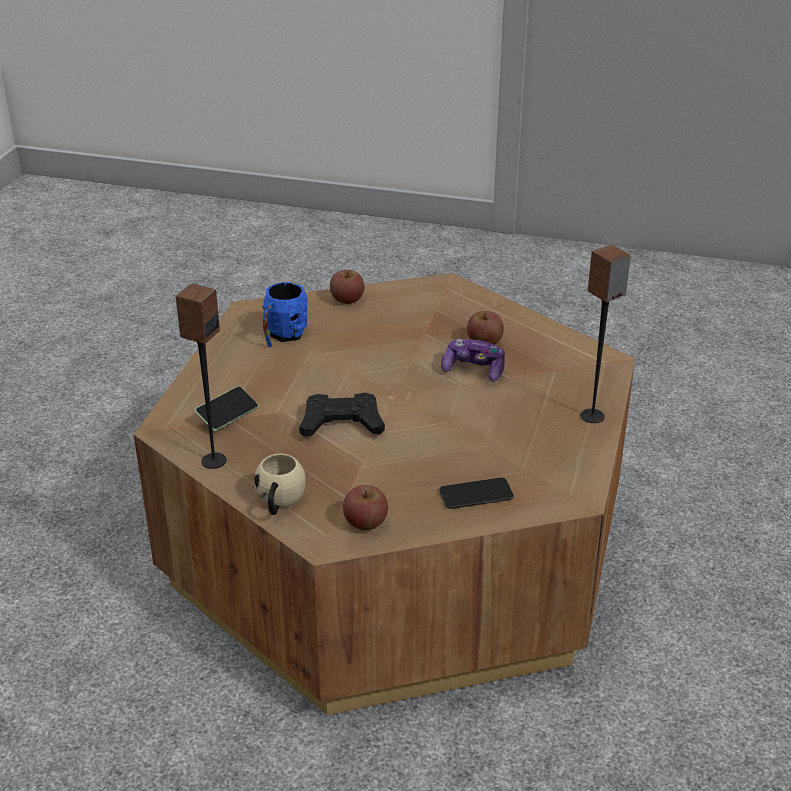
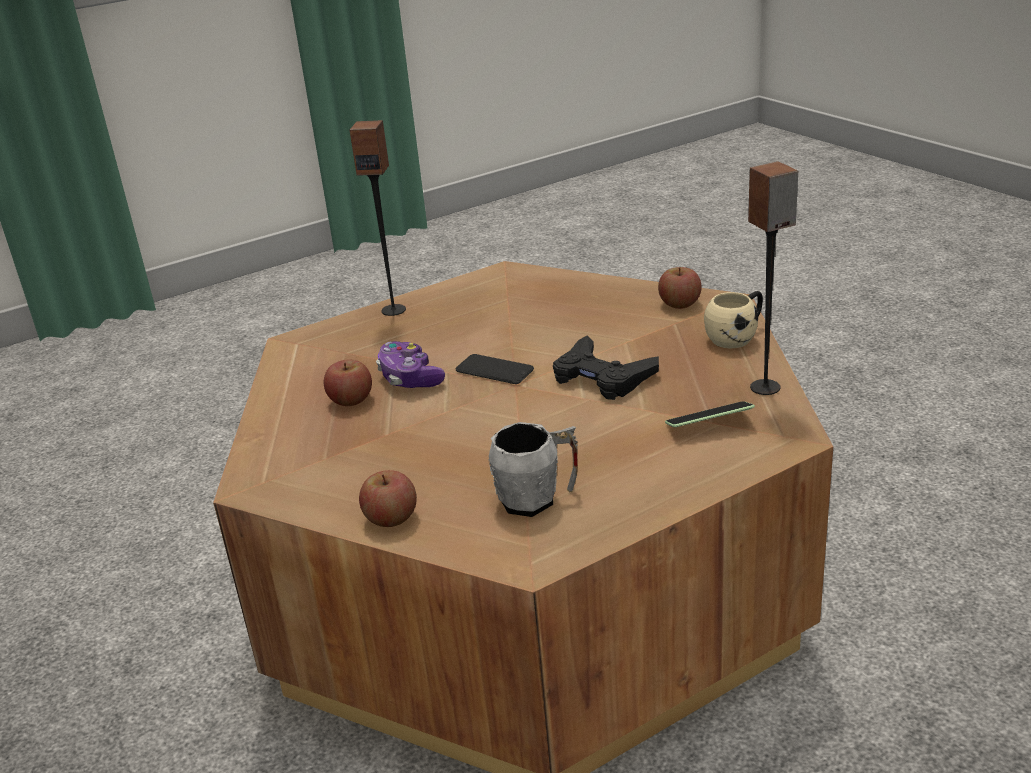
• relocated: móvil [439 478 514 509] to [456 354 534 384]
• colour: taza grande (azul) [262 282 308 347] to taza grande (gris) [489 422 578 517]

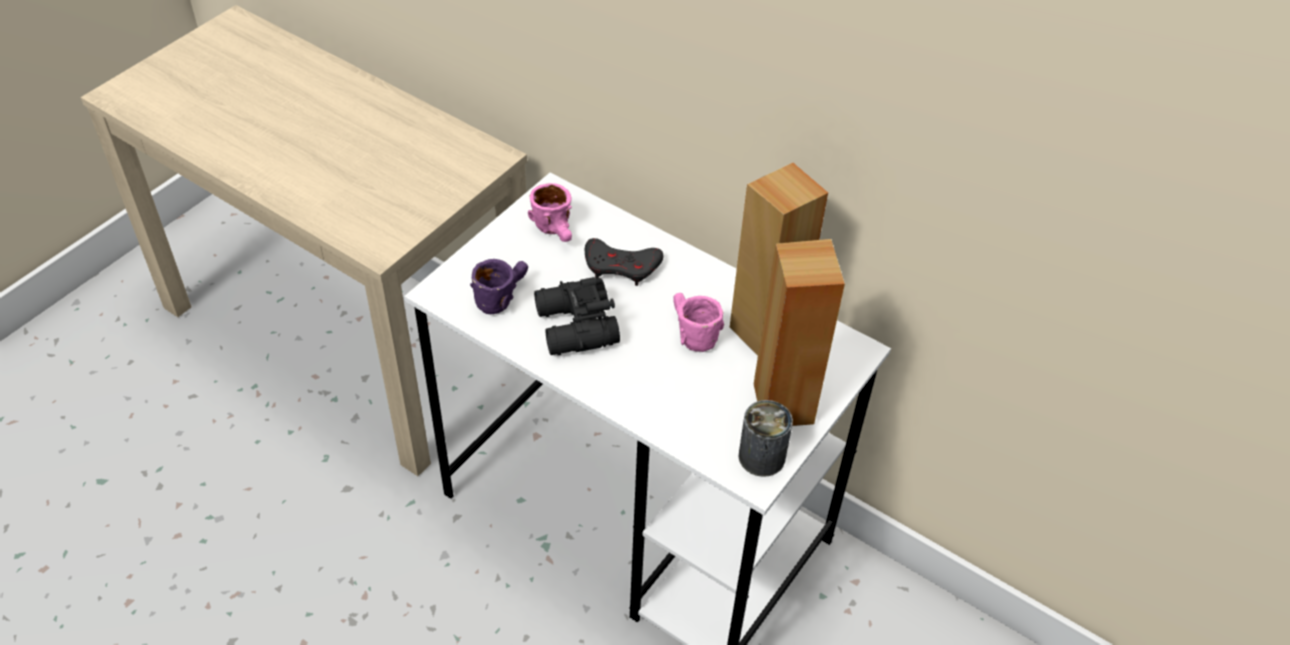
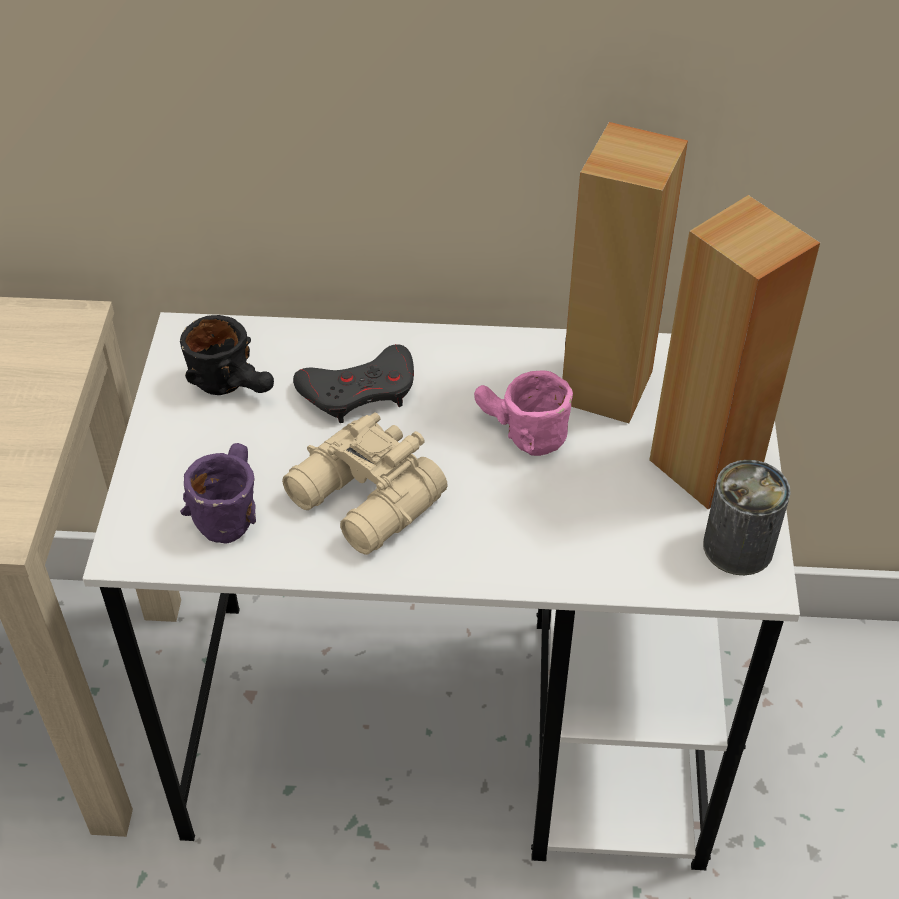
• colour: taza grande (rosa) [528 183 572 242] to taza grande (negro) [180 315 274 395]
• colour: prismáticos (negro) [534 277 620 355] to prismáticos (beis) [282 412 448 555]

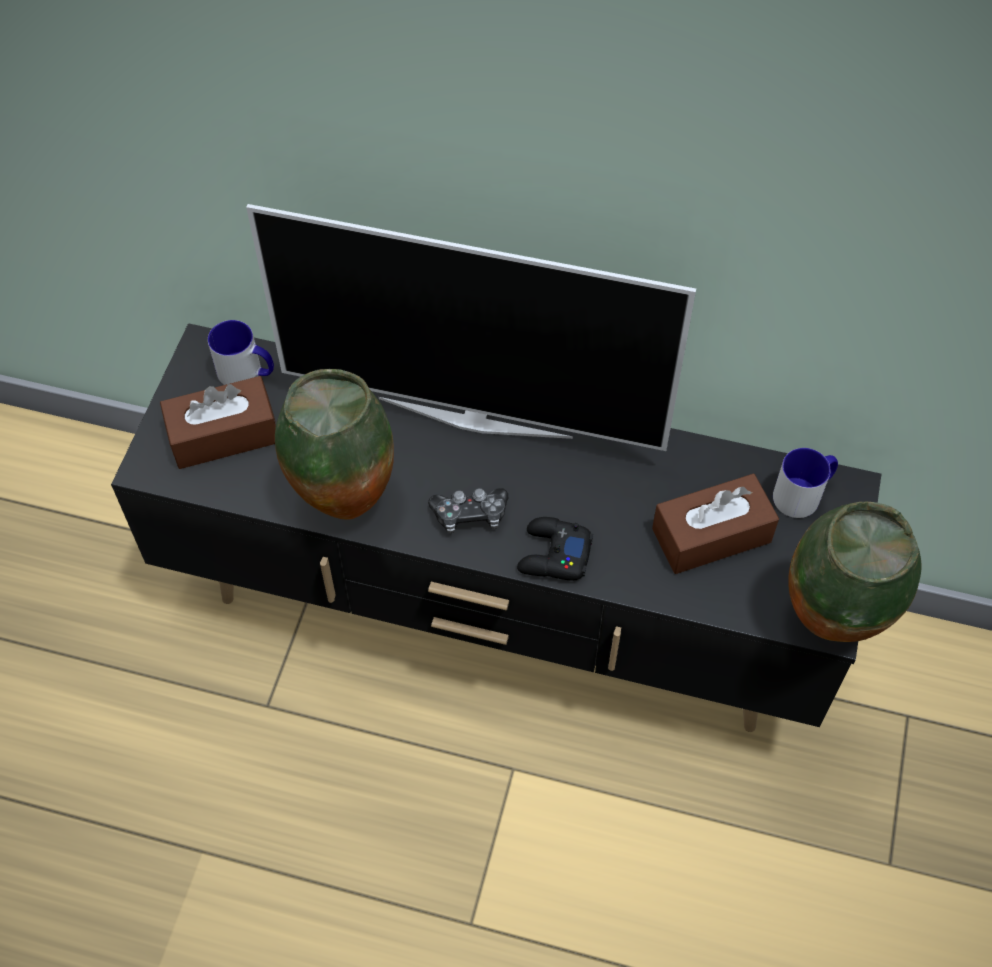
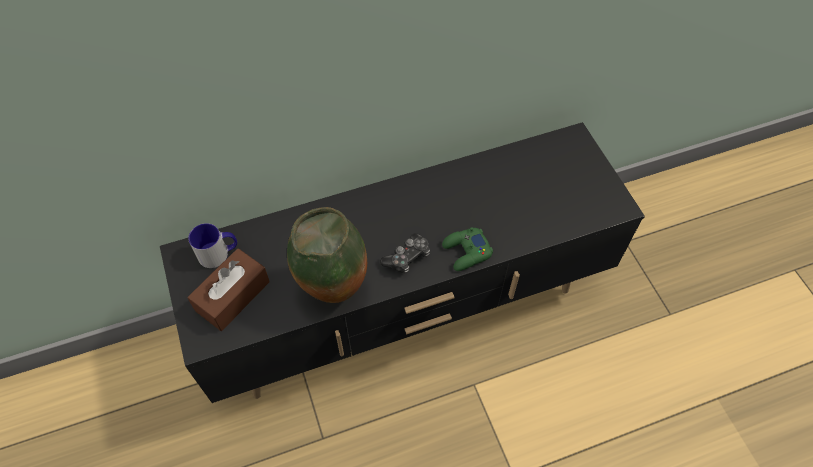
• colour: mando de consola (negro) [517 517 593 581] to mando de consola (verde) [442 227 493 271]
• missing: televisor [246 204 696 451]
• missing: caja de pañuelos (marrón) [652 474 779 574]
• missing: taza grande [773 448 838 518]
• missing: florero [788 502 921 642]

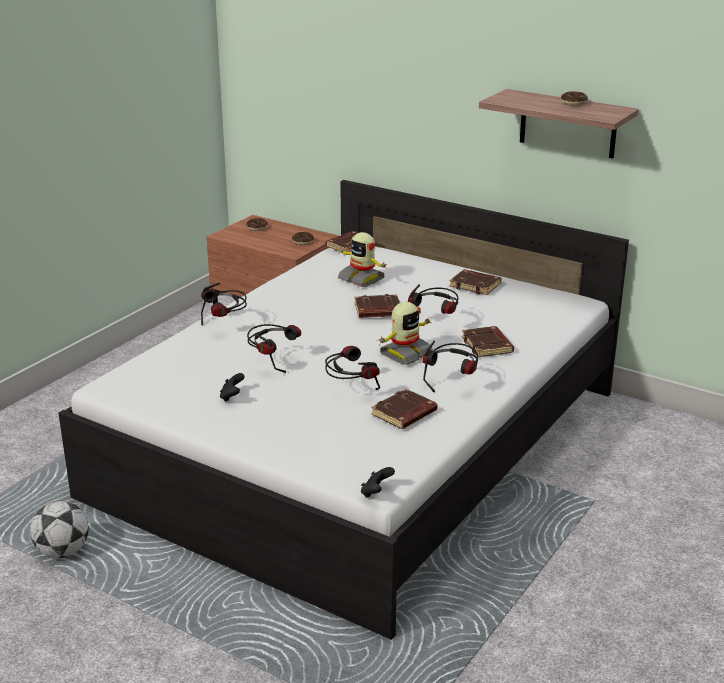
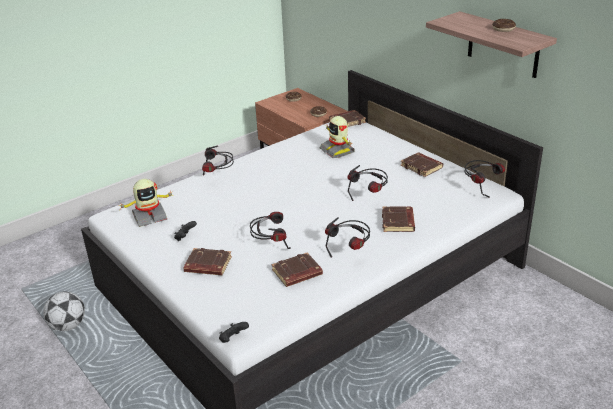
• relocated: robot de juguete [379 302 433 365] to [119 179 174 227]
• relocated: libro (marrón) [354 294 400 318] to [183 248 232 275]
• relocated: auriculares [247 324 301 373] to [465 160 505 198]

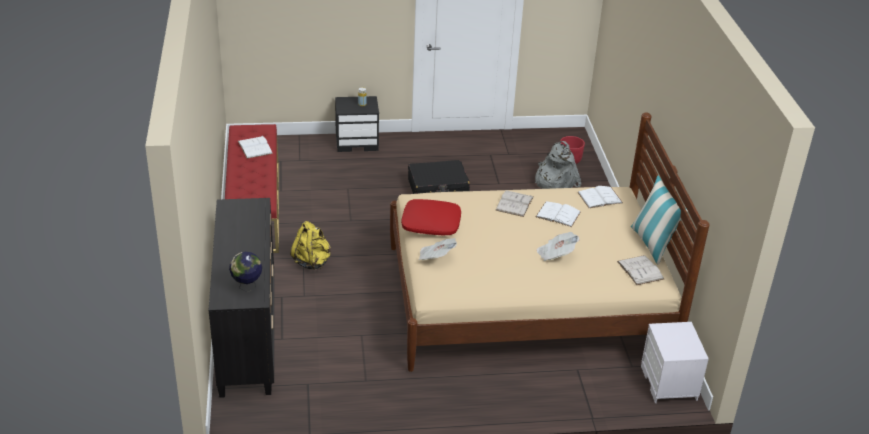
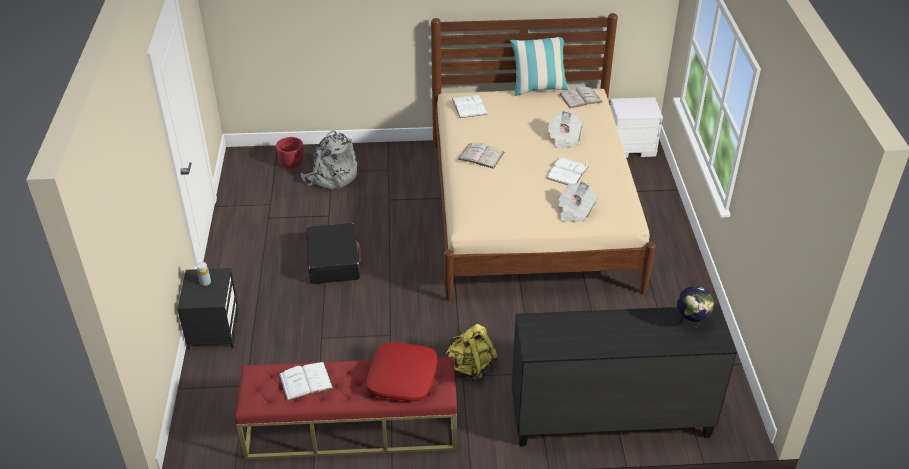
• relocated: cojín (rojo) [401 199 461 235] to [367 342 438 401]
• relocated: libro (blanco) [536 201 581 227] to [546 157 589 185]

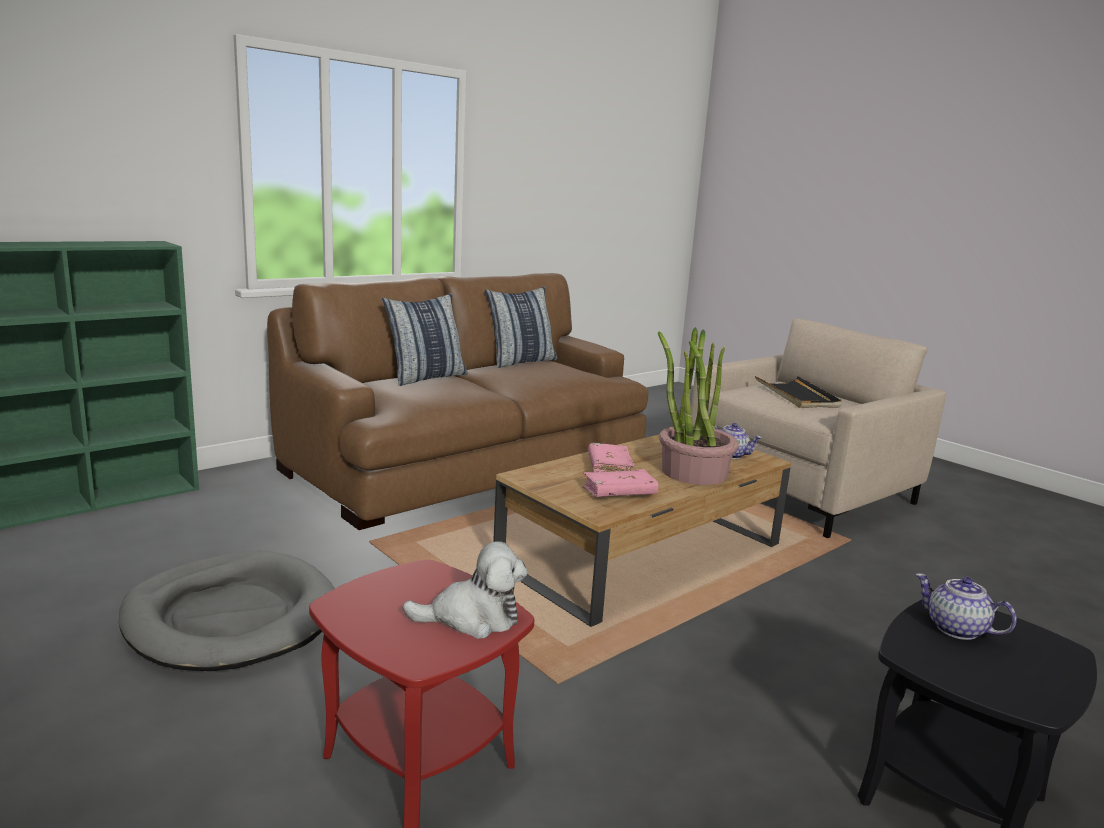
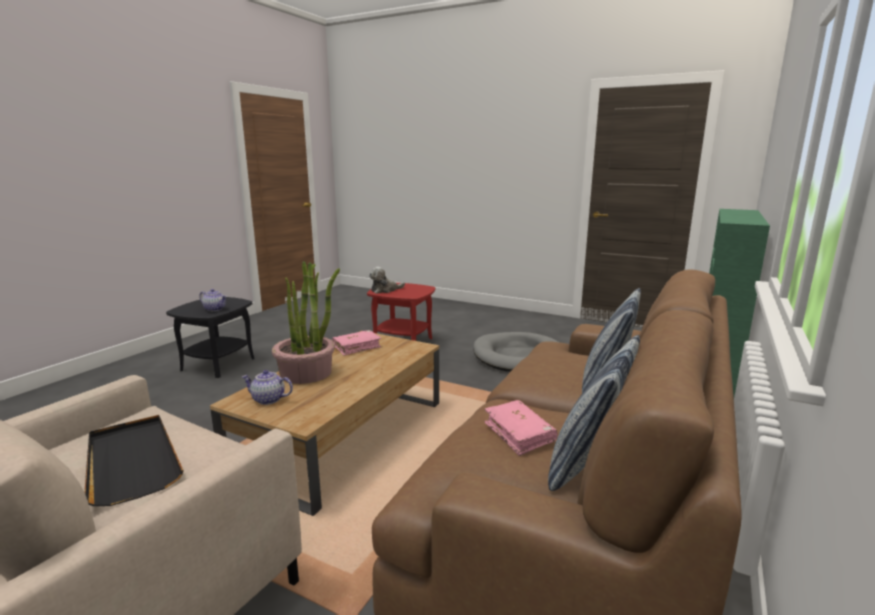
• relocated: libro (rosa) [588 443 635 472] to [485 400 558 456]

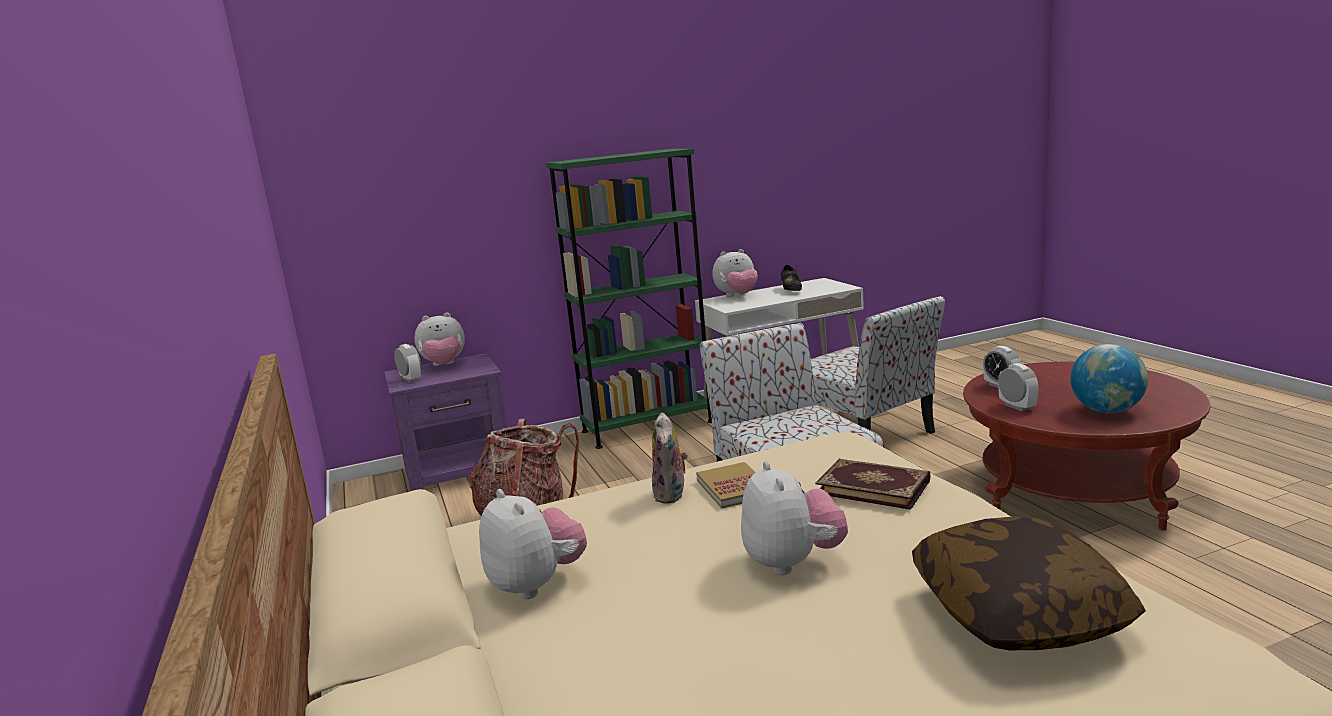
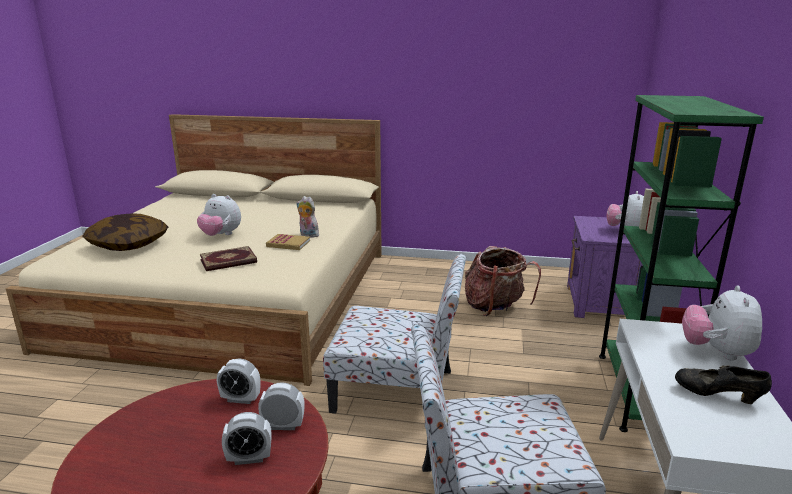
• relocated: despertador [394 344 421 383] to [222 412 271 465]
• missing: peluche [479 489 587 599]
• missing: globo terráqueo [1070 344 1148 413]

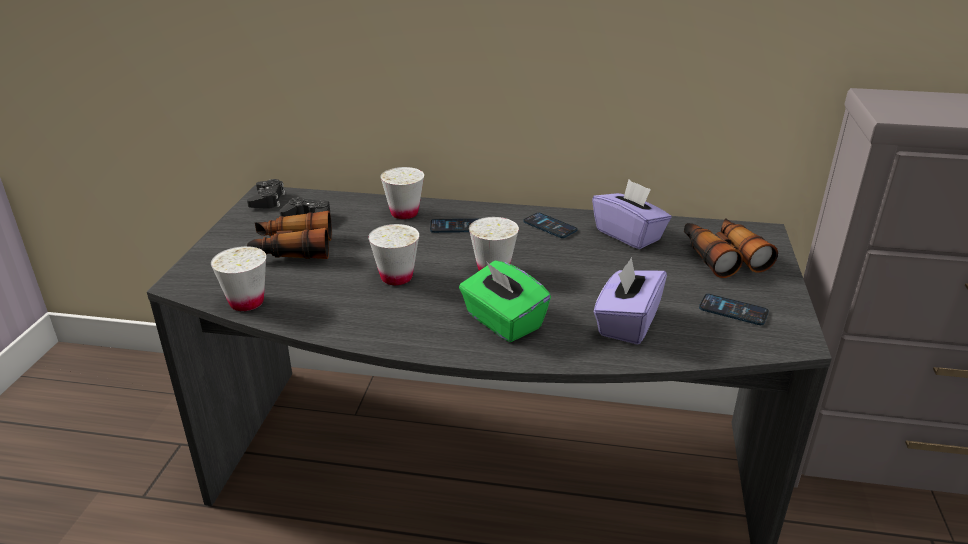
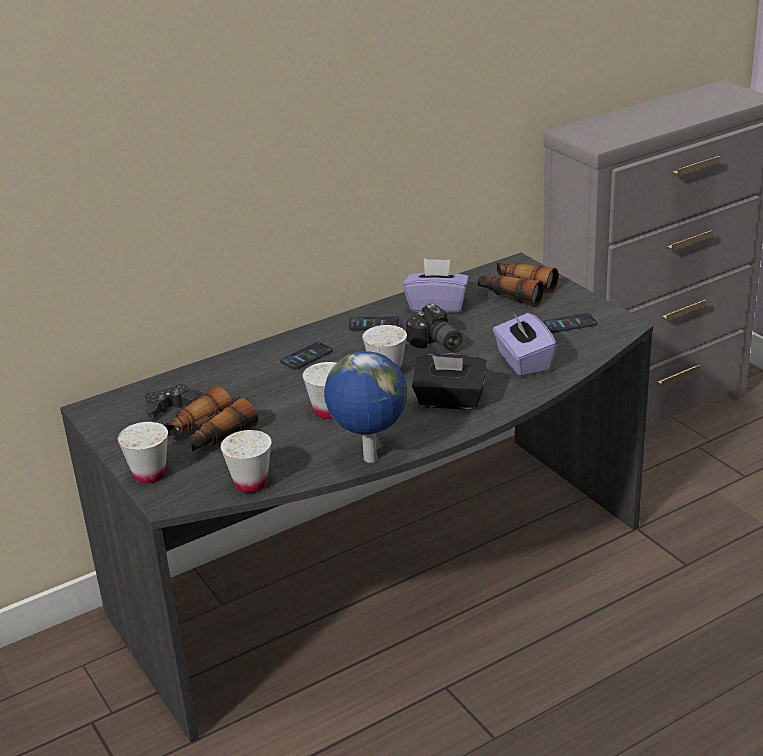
• relocated: taza (blanco) [380 167 424 219] to [118 422 168 483]
• appeared: globo terráqueo [324 351 407 463]
• appeared: cámara [406 304 462 351]
• colour: caja de pañuelos (verde) [459 261 551 342] to caja de pañuelos (negro) [412 353 487 410]
• missing: mando de consola (negro) [247 179 285 209]

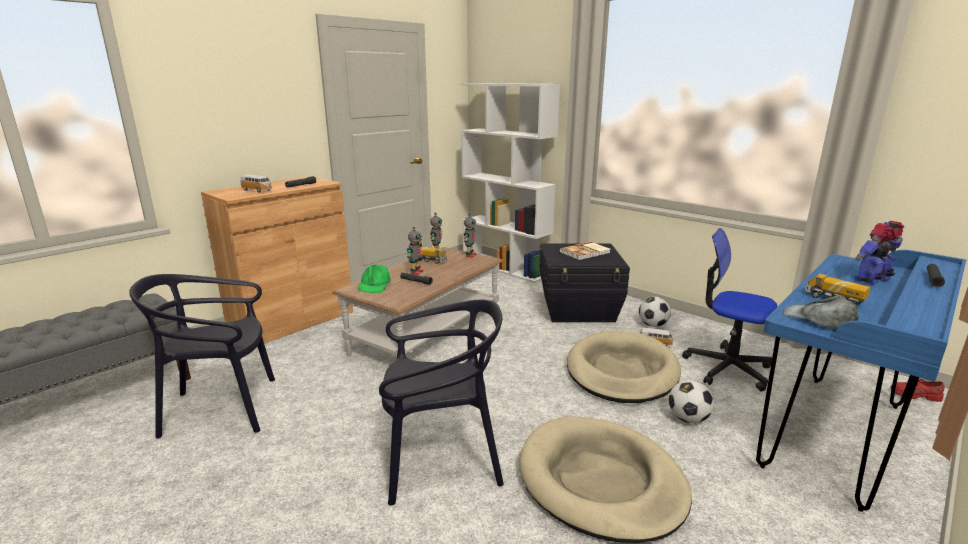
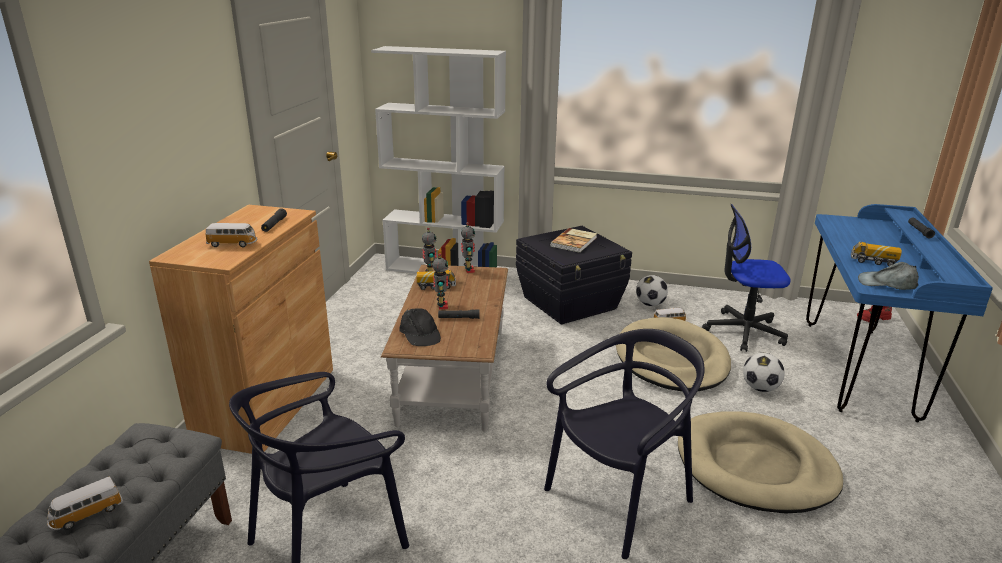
• appeared: coche de juguete [47 477 123 530]
• colour: gorra (verde) [358 264 391 293] to gorra (negro) [399 308 441 346]
• missing: robot de juguete [855 221 904 285]

